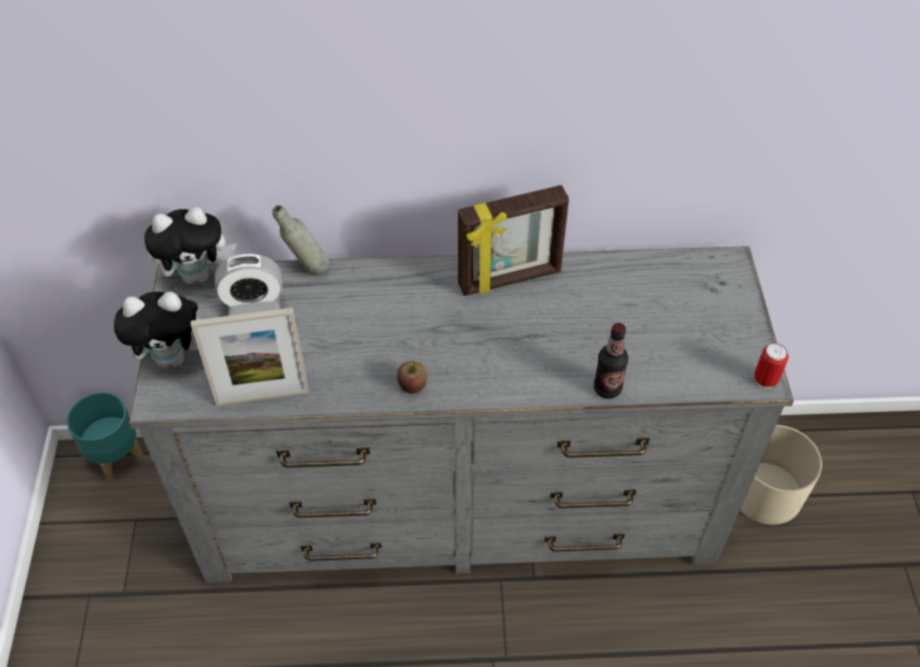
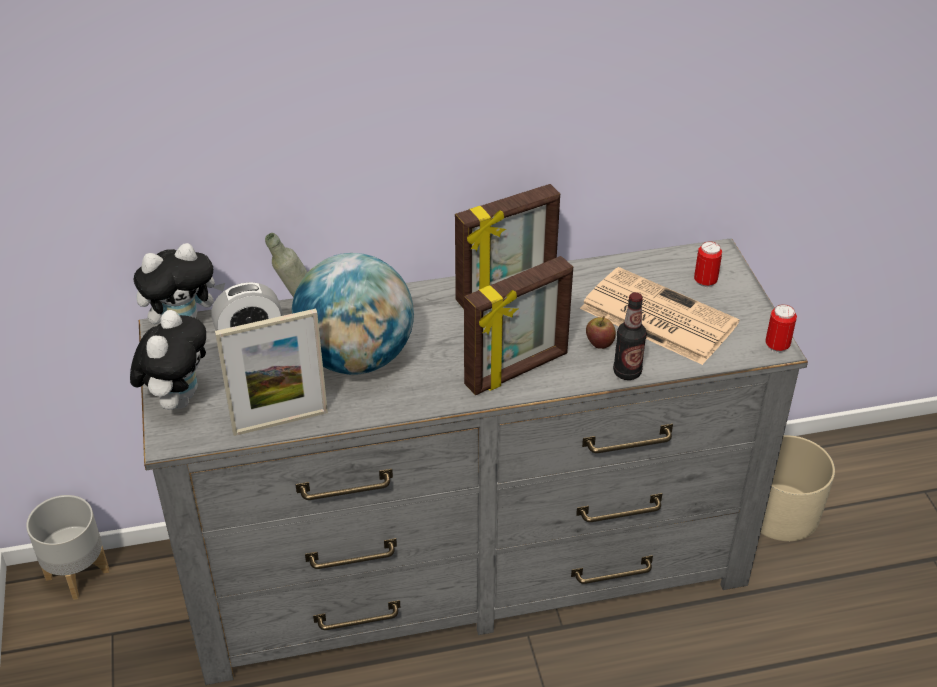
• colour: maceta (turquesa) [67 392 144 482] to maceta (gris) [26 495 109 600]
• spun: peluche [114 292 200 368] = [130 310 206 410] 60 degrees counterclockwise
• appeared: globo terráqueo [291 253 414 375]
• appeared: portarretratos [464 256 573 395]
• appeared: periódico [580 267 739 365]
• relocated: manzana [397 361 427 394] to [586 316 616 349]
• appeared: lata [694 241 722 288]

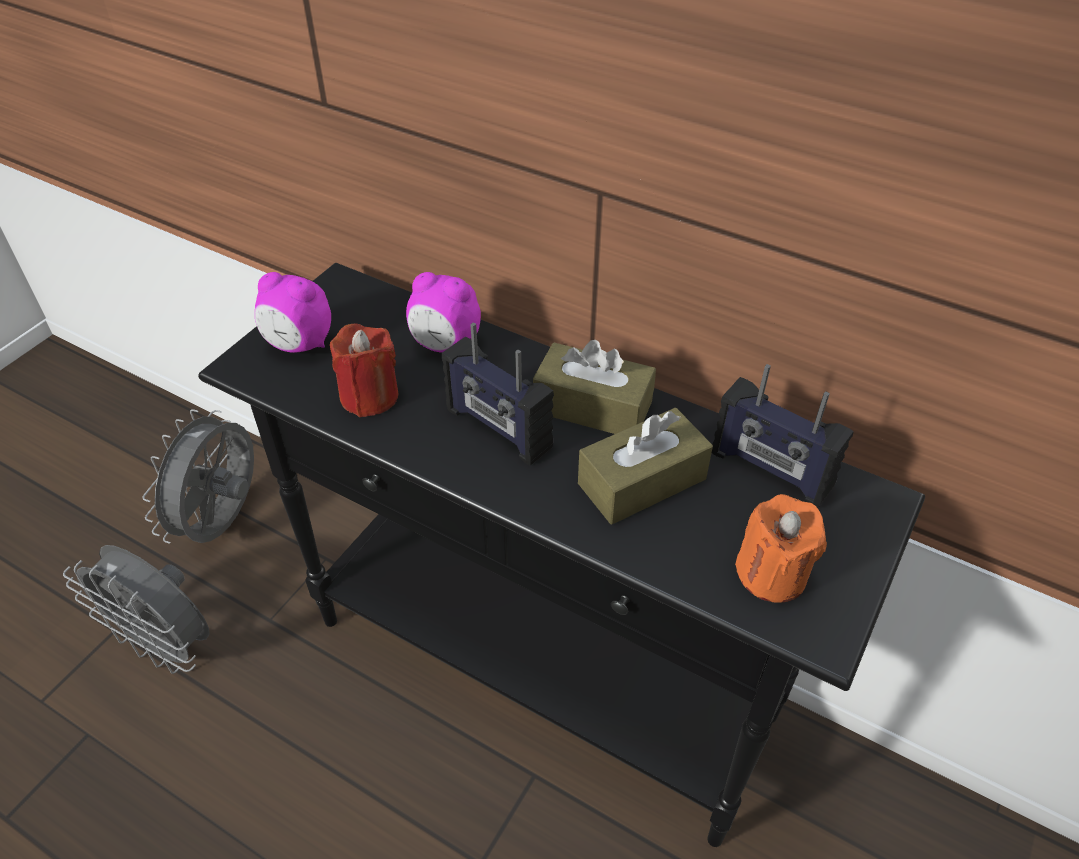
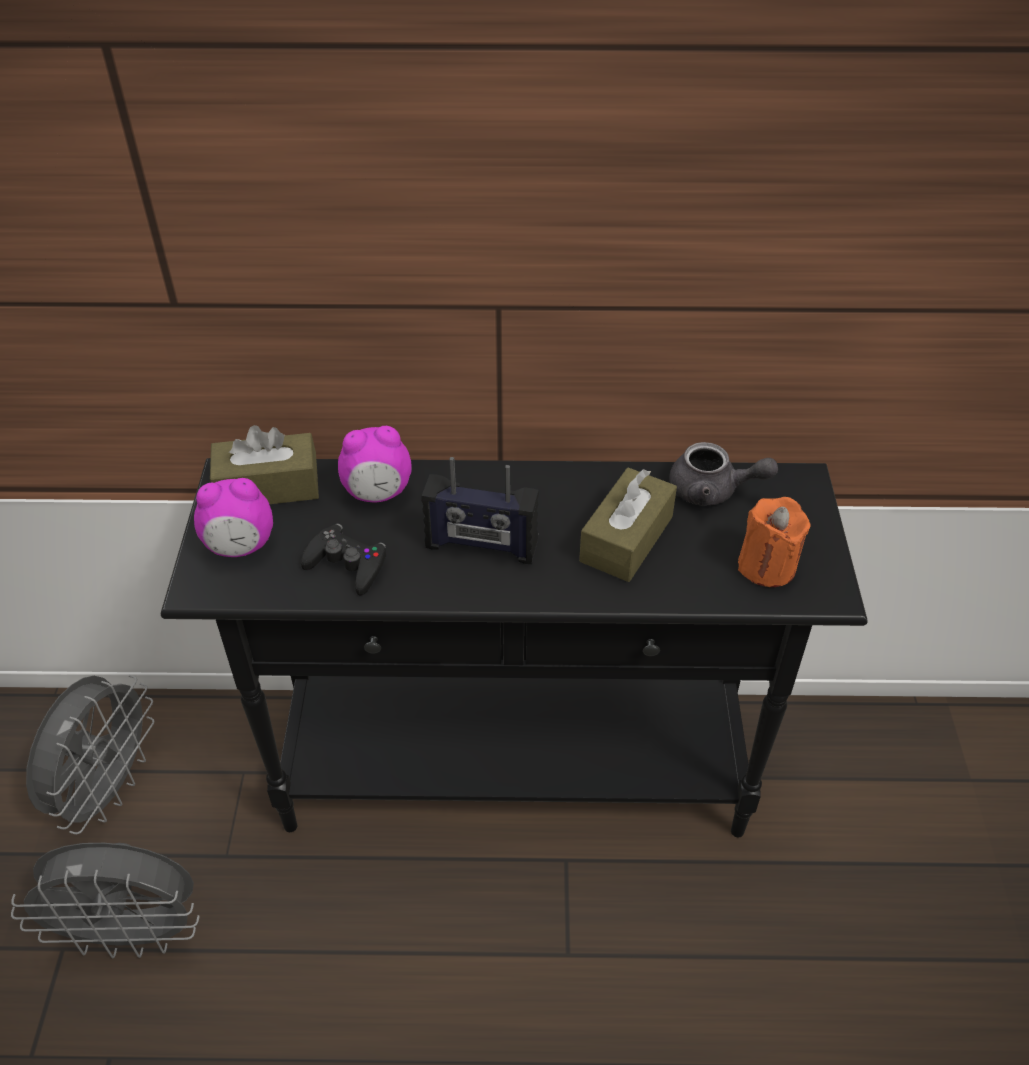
• spun: ventilador (gris) [142 409 254 544] = [26 675 155 834] 150 degrees counterclockwise
• relocated: caja de pañuelos (marrón) [533 340 656 434] to [210 425 319 504]
• exchanged: vela (rojo) [330 323 398 417] to mando de consola (negro) [301 523 386 596]
• exchanged: radio [712 364 854 508] to tetera (gris) [669 442 778 506]

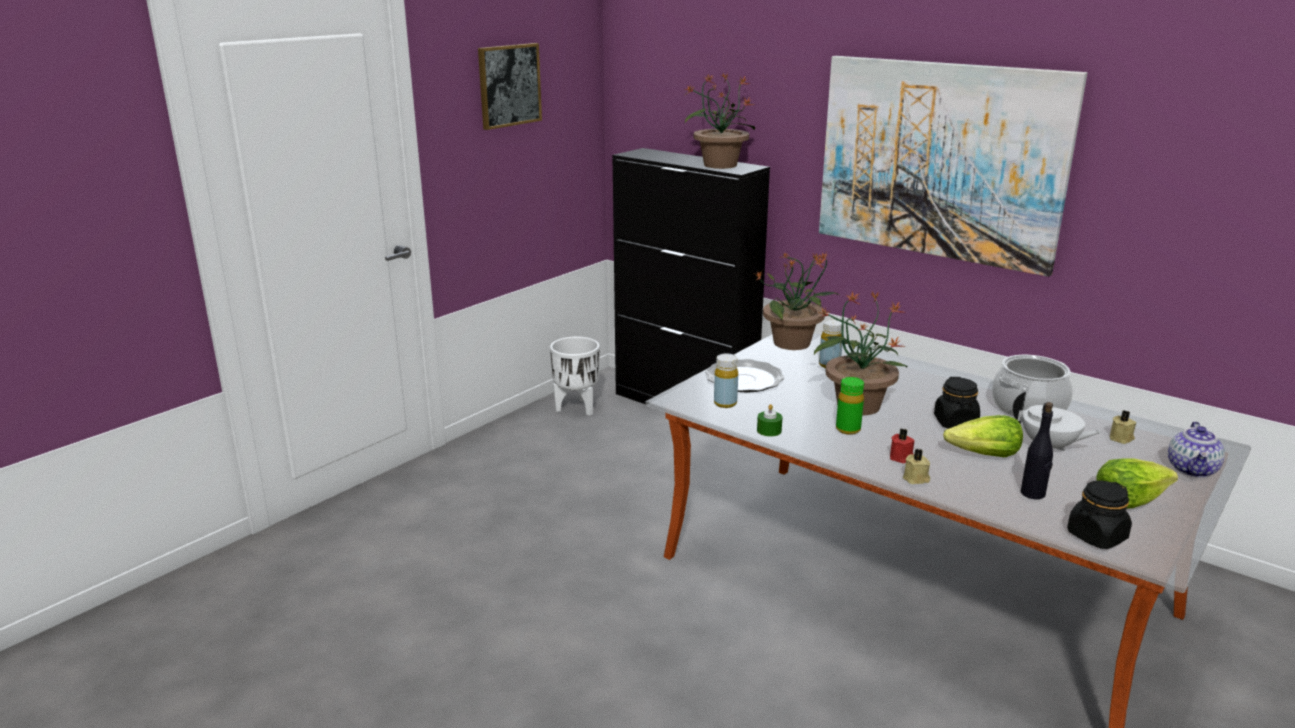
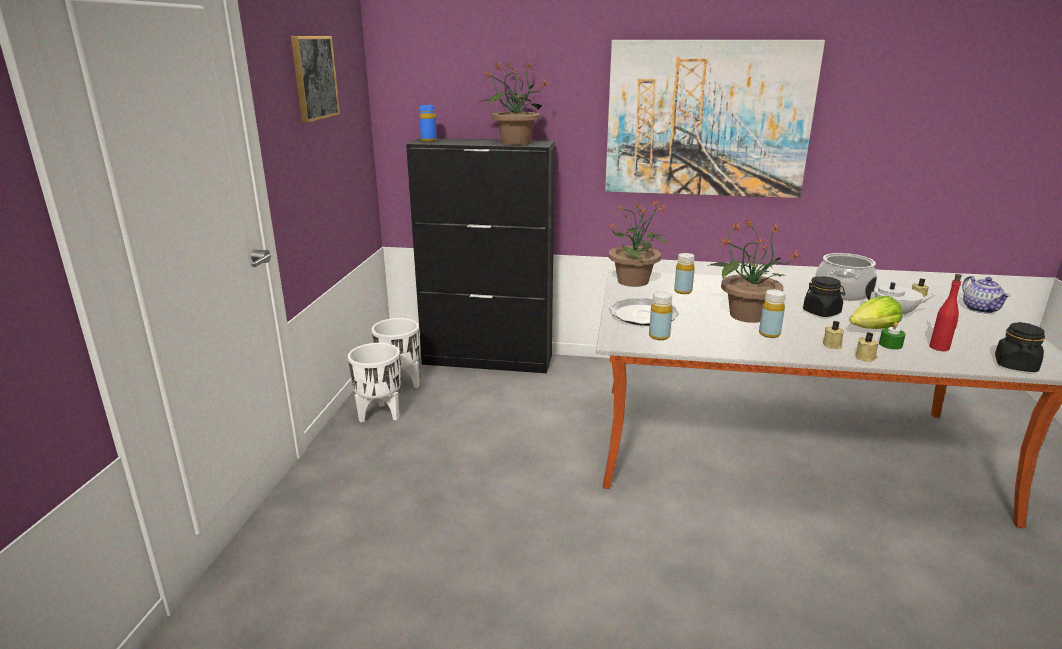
• appeared: maceta (blanco) [348 343 401 422]
• appeared: botella (azul) [420 105 437 142]
• colour: botella (verde) [836 377 864 435] to botella (amarillo) [759 290 786 338]
• colour: vela (rojo) [890 429 915 463] to vela (beis) [823 321 844 349]
• relocated: vela (verde) [757 404 782 437] to [879 322 906 350]
• colour: botella (negro) [1021 402 1053 499] to botella (rojo) [929 274 962 351]
• missing: lechuga [1096 458 1178 509]

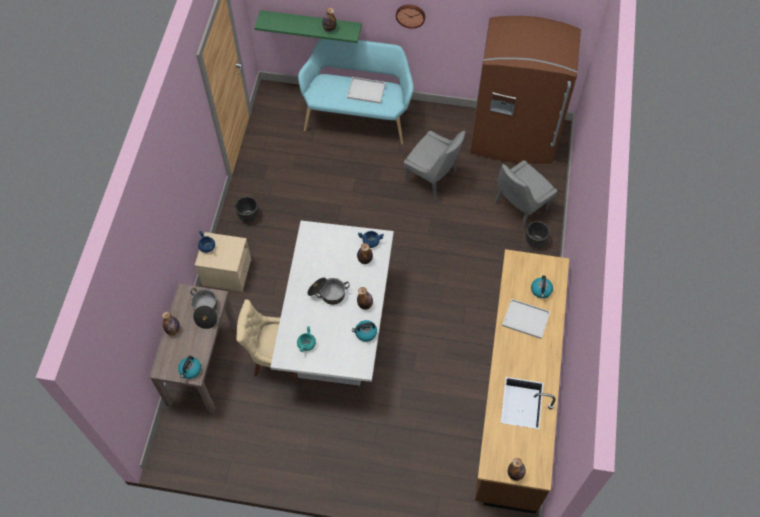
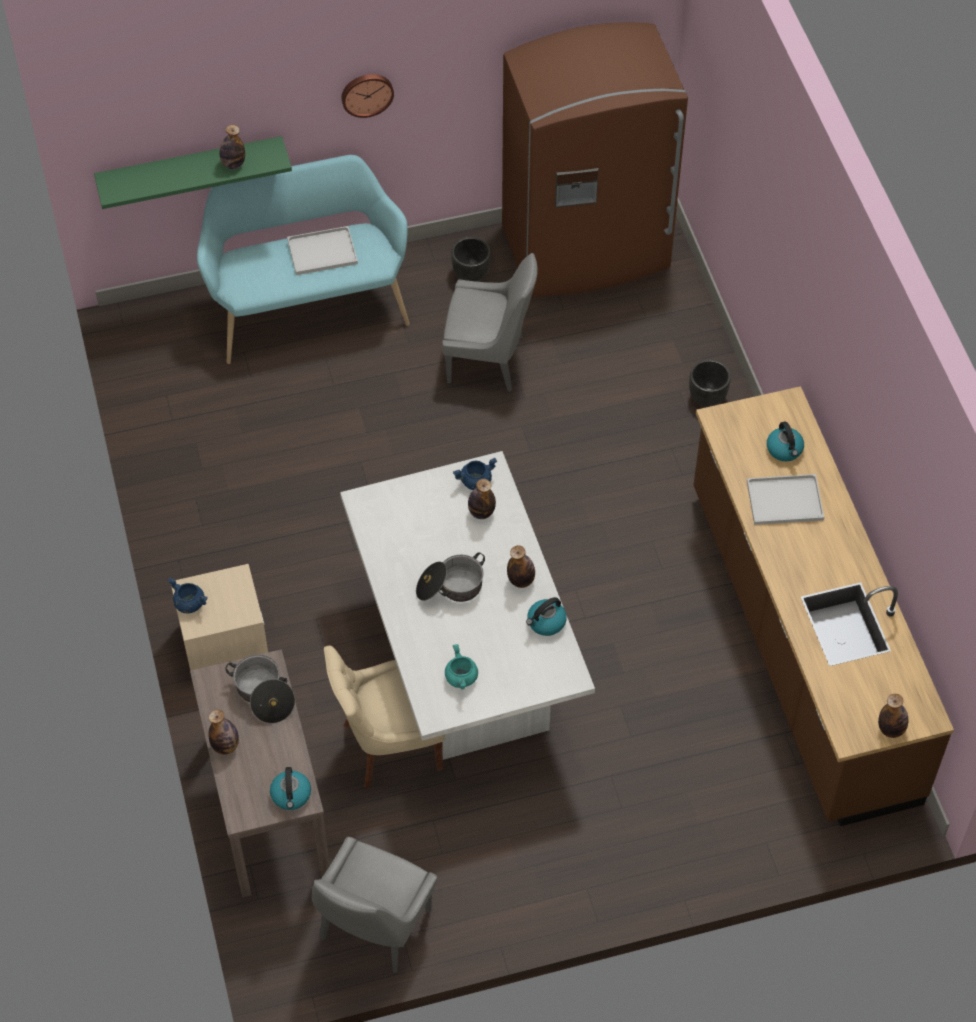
• relocated: silla (gris) [494 160 558 229] to [312 837 437 973]
• relocated: maceta (negro) [235 196 259 222] to [451 237 491 282]

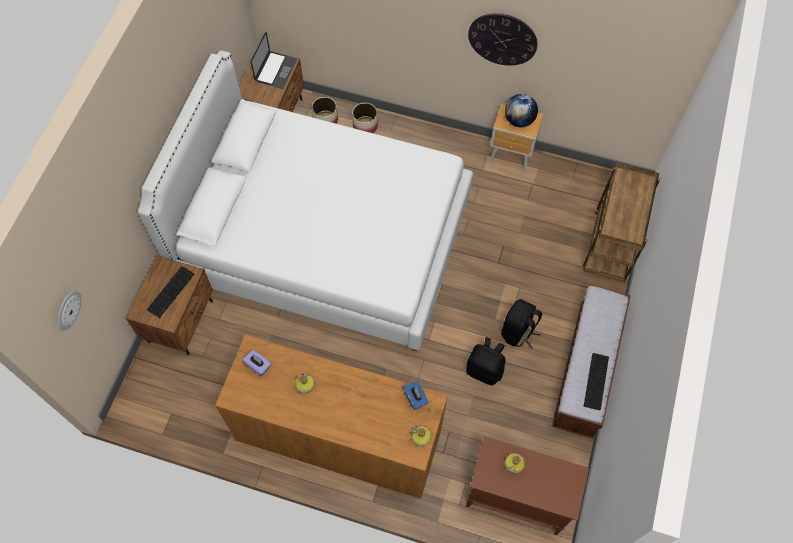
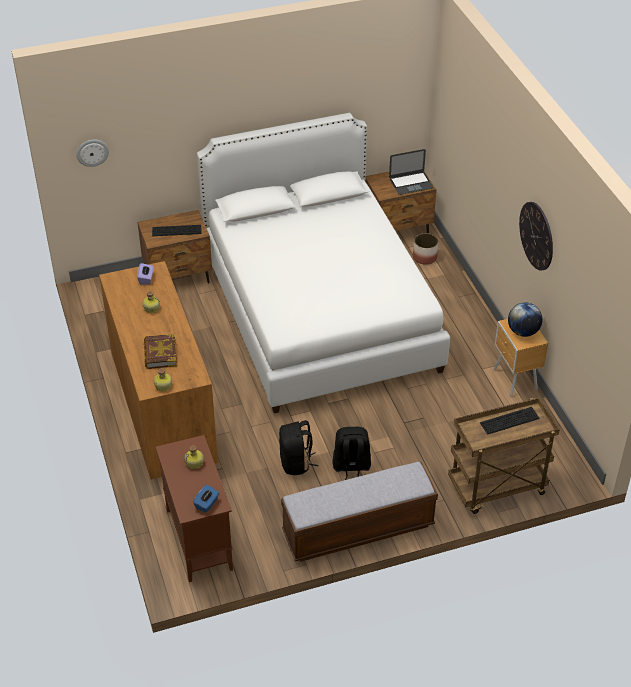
• appeared: libro [144 334 177 369]
• relocated: caja de pañuelos (azul) [403 381 428 410] to [193 485 219 513]
• relocated: teclado [584 353 609 411] to [480 407 540 434]
• missing: maceta [352 103 378 133]

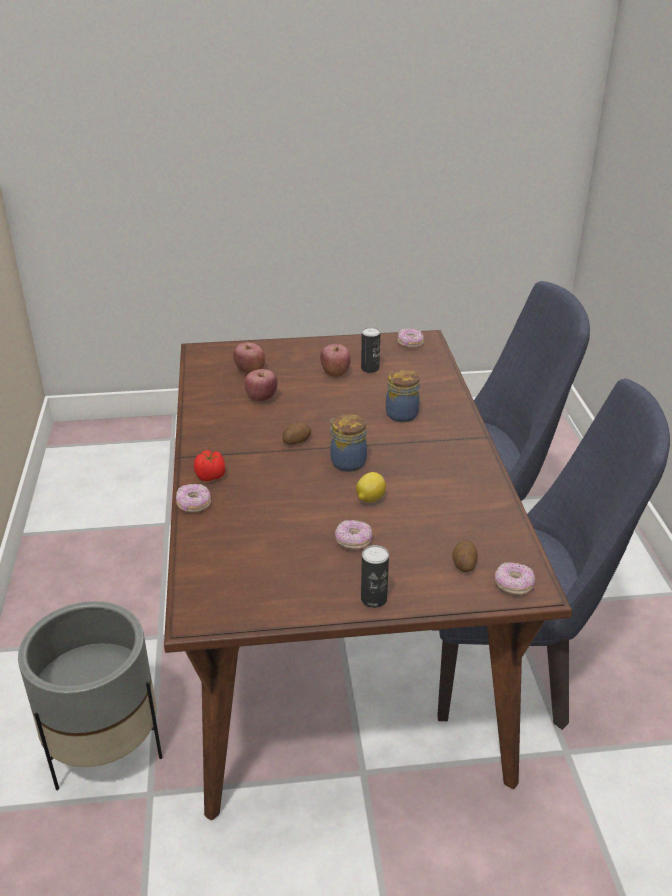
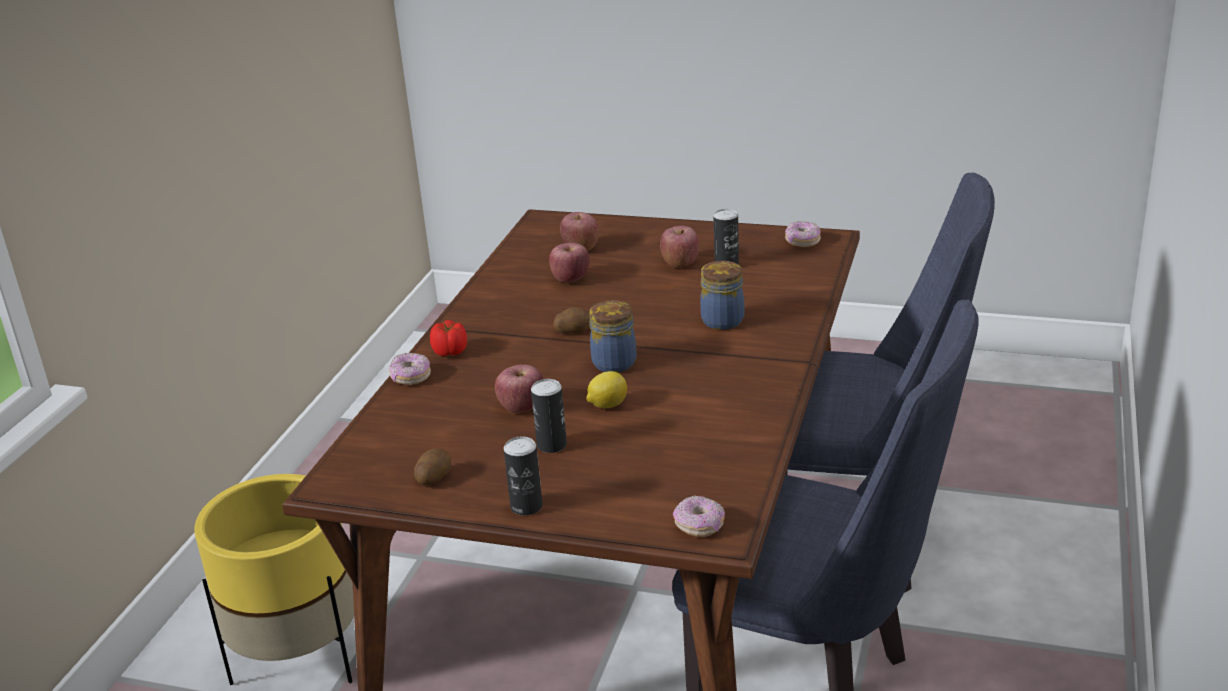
• colour: maceta (gris) [18 601 162 790] to maceta (amarillo) [194 474 354 685]
• relocated: patata [452 540 478 572] to [414 448 451 485]
• appeared: manzana [495 364 543 413]
• exchanged: rosquilla [335 520 372 550] to lata [531 379 567 453]

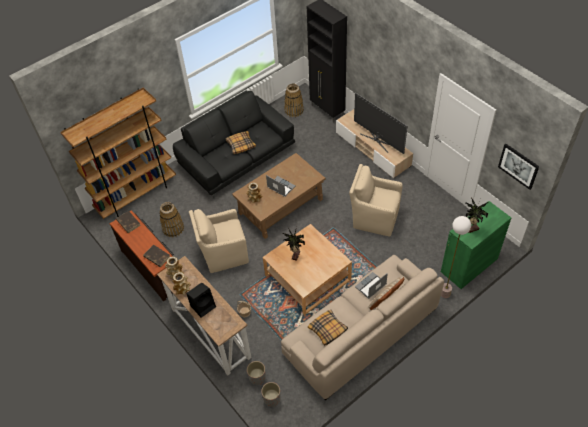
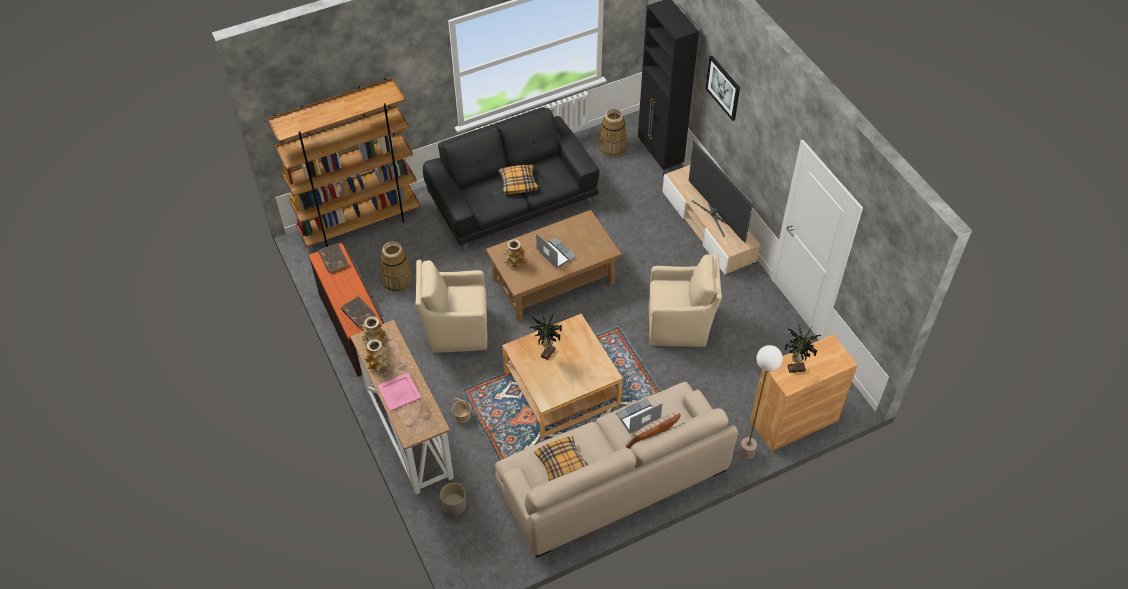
• exchanged: altavoz (negro) [186 283 216 318] to bandeja (rosa) [377 373 421 411]
• spun: sillón (beis) [349 164 403 236] = [649 254 722 347] 150 degrees clockwise
• relocated: cuadro [498 144 539 190] to [706 56 740 121]
• colour: armario (verde) [441 201 511 289] to armario (marrón) [750 334 858 452]
• missing: maceta (gris) [261 382 281 407]

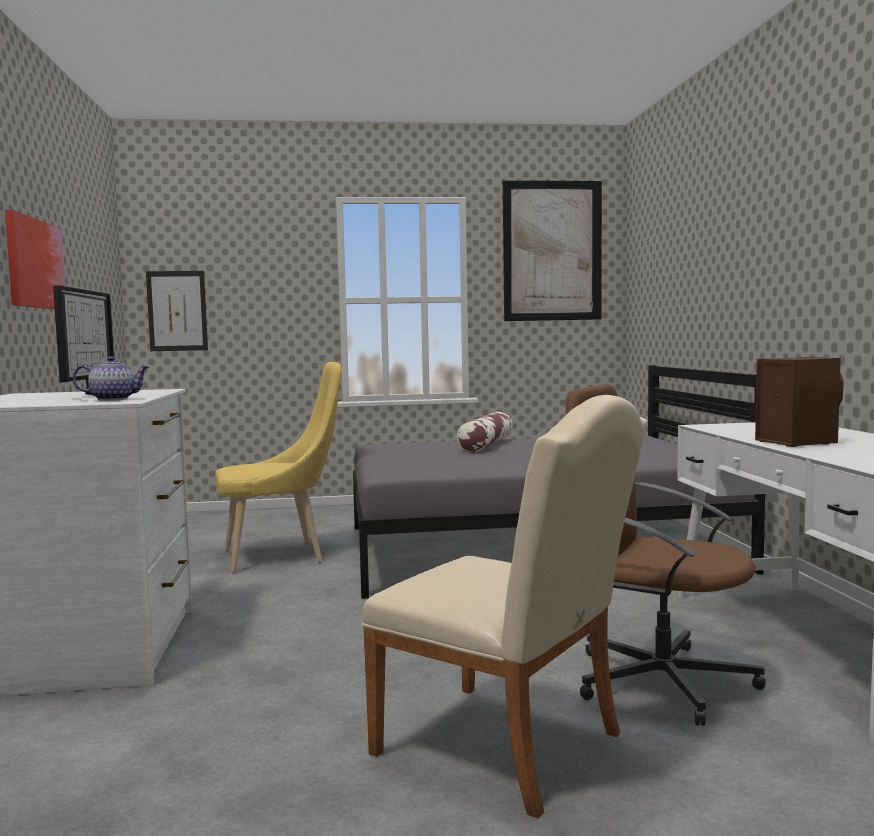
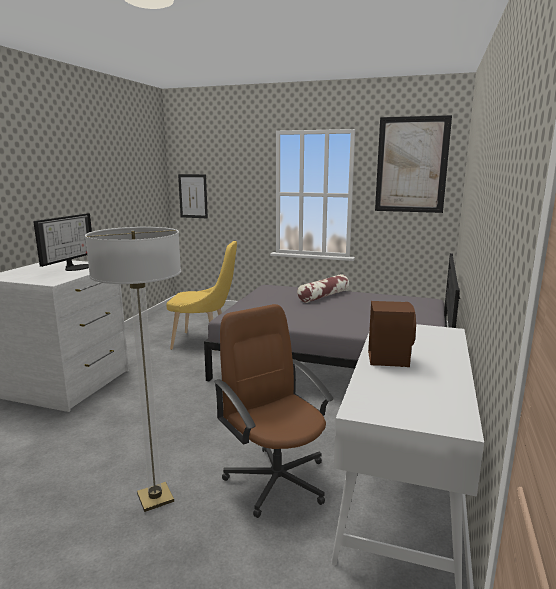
• exchanged: silla (beis) [362 395 647 819] to lámpara de pie [85 227 181 512]
• missing: cuadro [5 210 65 310]
• missing: tetera [73 356 149 400]

